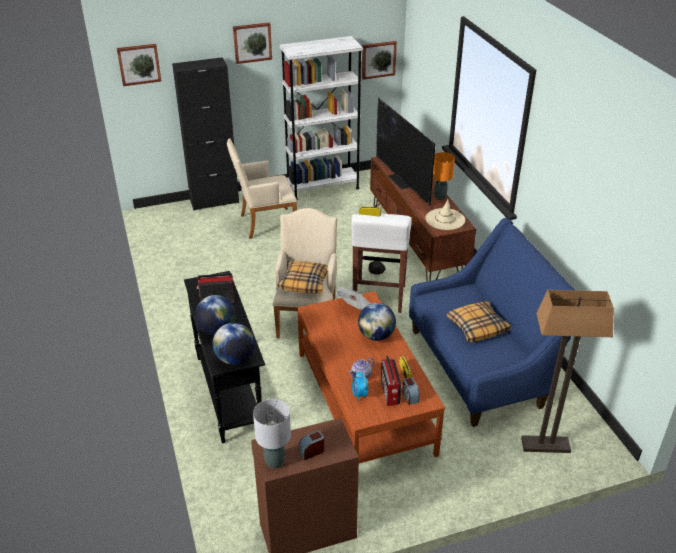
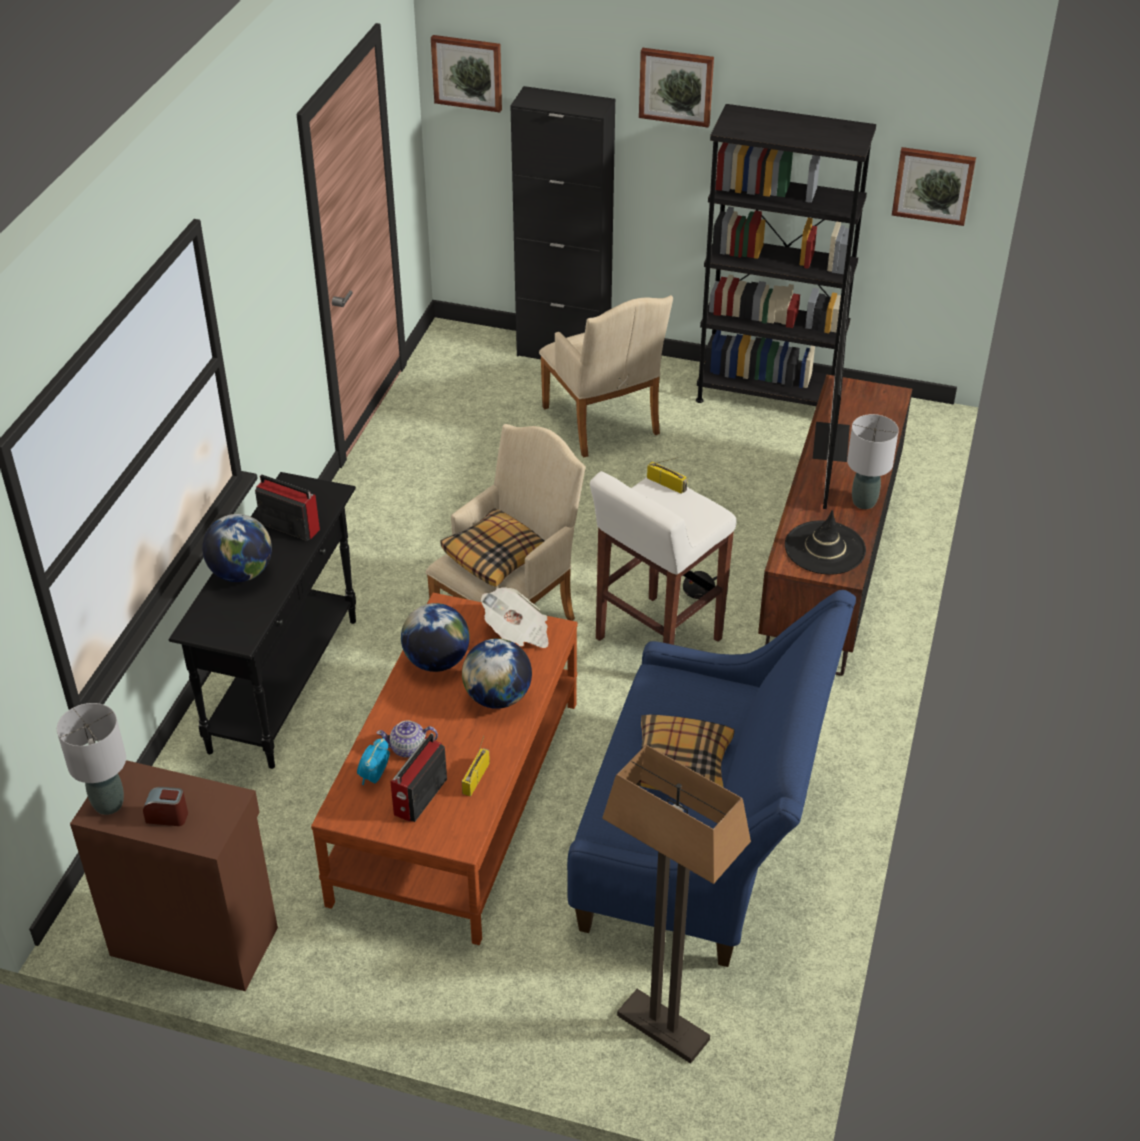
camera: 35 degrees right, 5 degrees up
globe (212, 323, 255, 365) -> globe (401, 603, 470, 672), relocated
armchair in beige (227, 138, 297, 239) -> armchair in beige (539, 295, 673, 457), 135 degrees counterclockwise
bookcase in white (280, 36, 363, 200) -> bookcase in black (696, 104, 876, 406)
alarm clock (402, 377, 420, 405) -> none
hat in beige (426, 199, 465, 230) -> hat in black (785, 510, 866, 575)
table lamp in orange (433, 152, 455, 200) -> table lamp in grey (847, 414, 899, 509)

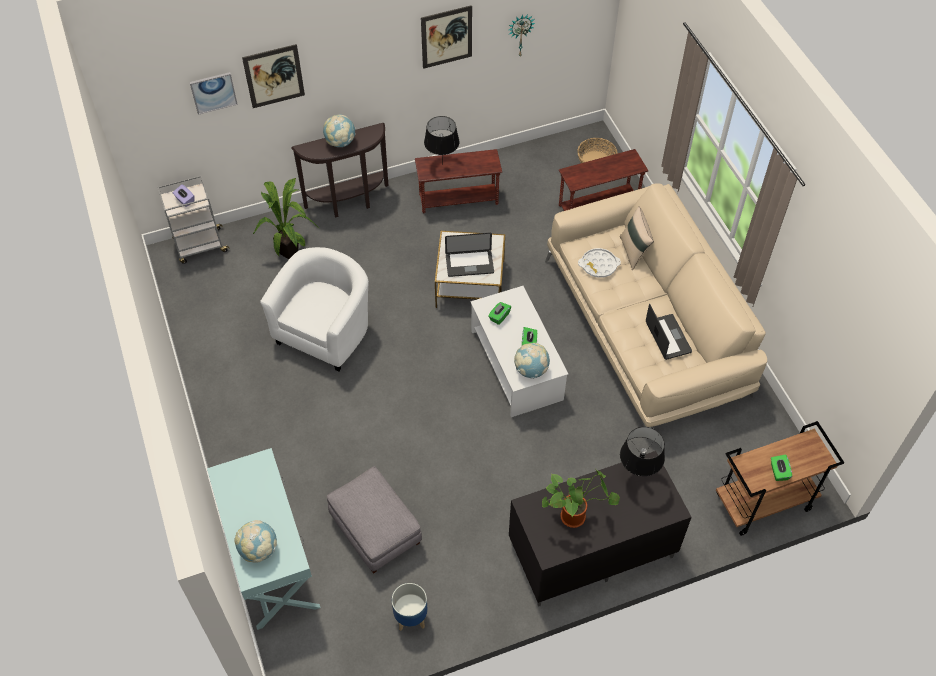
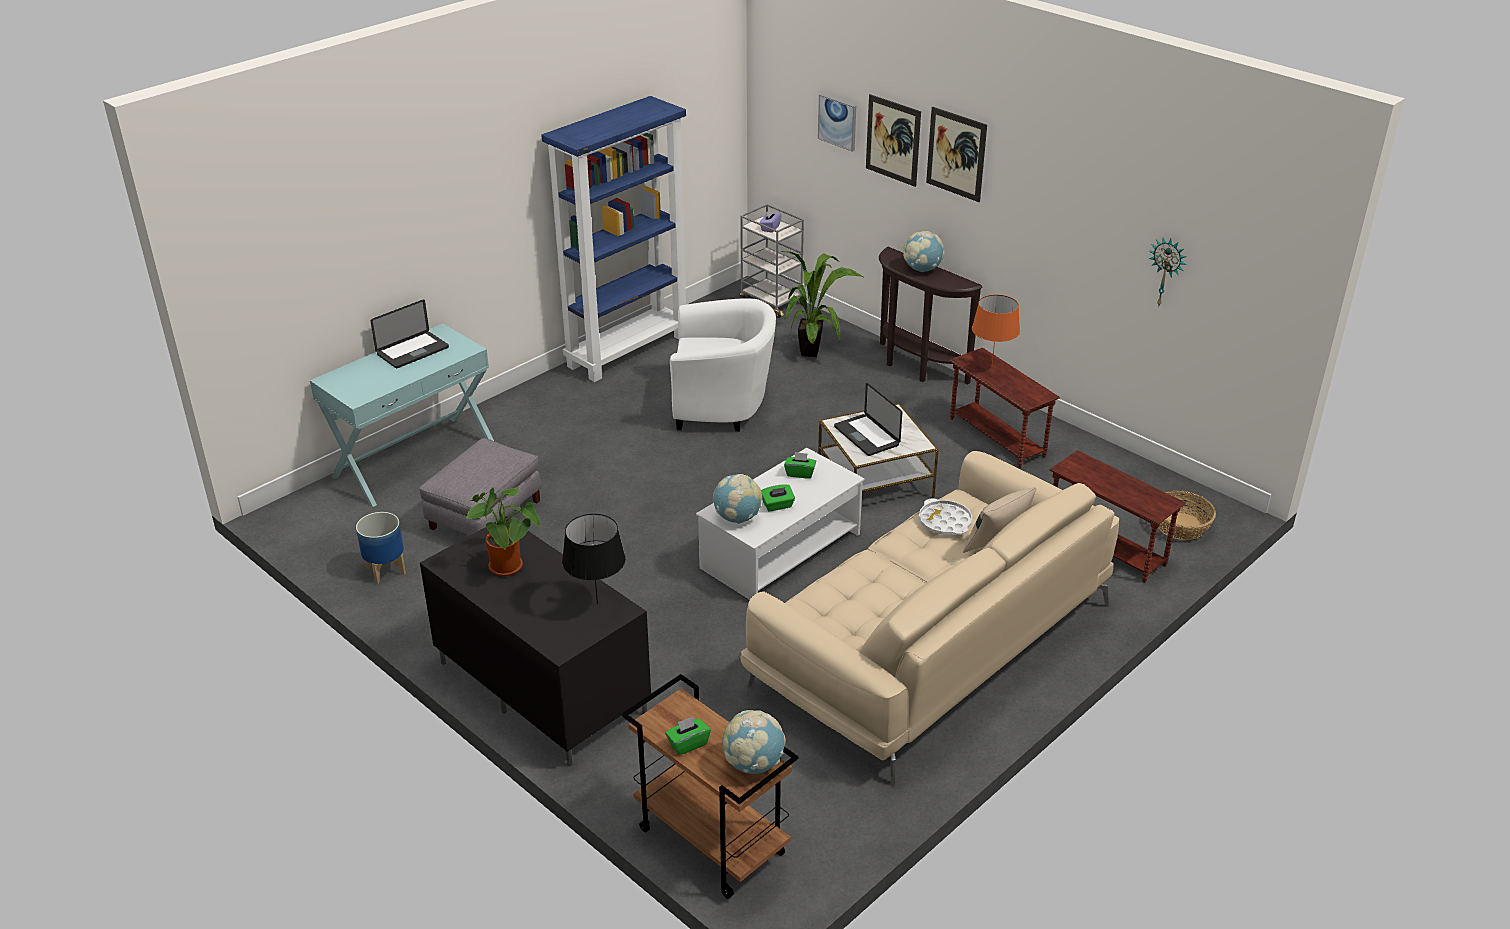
camera: 65 degrees right, 20 degrees down
globe (234, 520, 277, 563) -> globe (722, 710, 785, 774), relocated
picture (421, 5, 472, 69) -> picture (926, 107, 987, 202), relocated
table lamp in black (424, 116, 459, 165) -> table lamp in orange (972, 294, 1020, 364)
laptop (646, 304, 692, 360) -> laptop (370, 299, 449, 368), relocated
none -> bookcase in blue (541, 96, 686, 382)

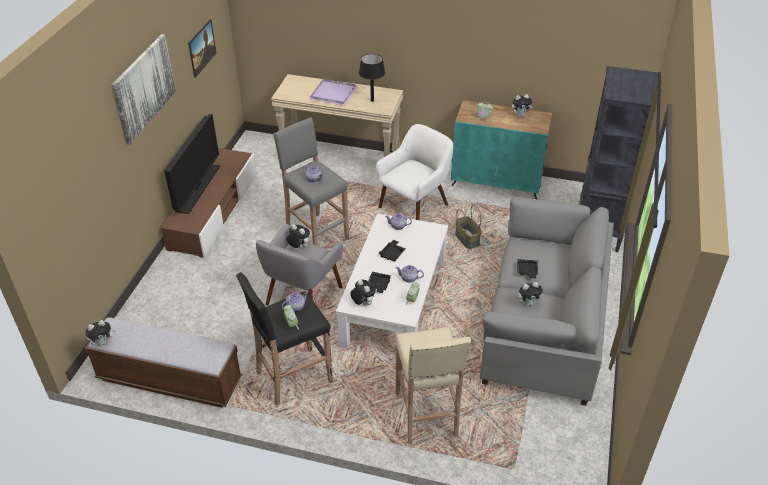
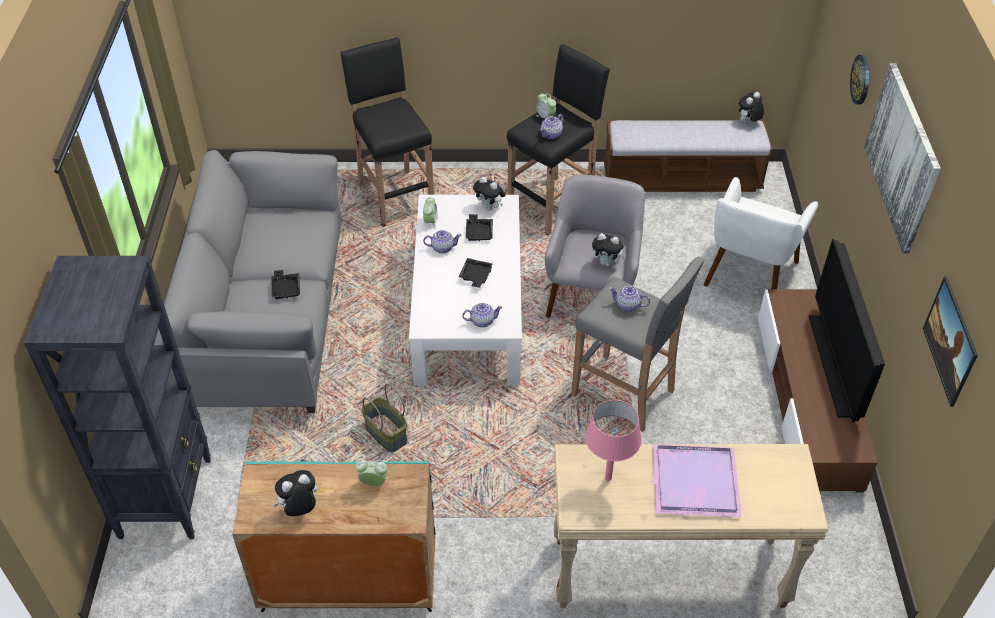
camera: 165 degrees right, 5 degrees up
table lamp in black (359, 54, 385, 102) -> table lamp in pink (585, 400, 642, 481)
armchair in white (376, 124, 453, 220) -> armchair in white (704, 177, 818, 289), relocated
stool in beige (395, 327, 471, 444) -> stool in black (340, 37, 434, 227)
plush toy (518, 282, 543, 306) -> none
none -> wall clock (850, 55, 870, 104)

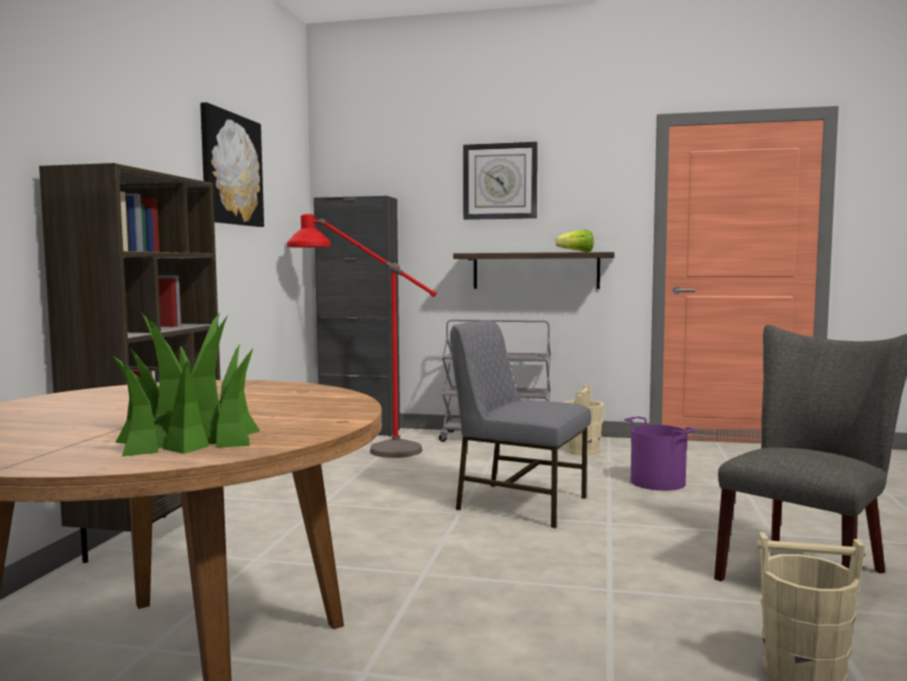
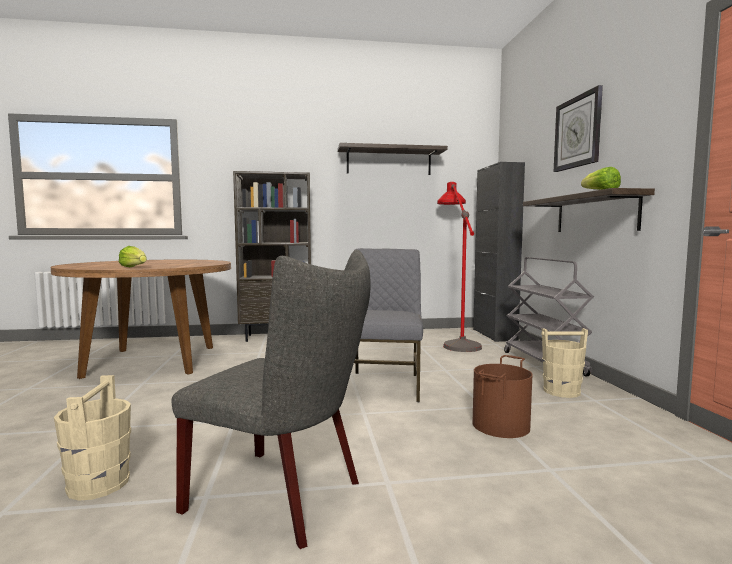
camera: 70 degrees right, 0 degrees up
potted plant (113, 312, 260, 456) -> none
picture (200, 102, 264, 227) -> shelf (337, 143, 448, 175)
bucket in purple (624, 416, 696, 491) -> bucket in brown (473, 355, 533, 438)
none -> lettuce (119, 246, 147, 267)

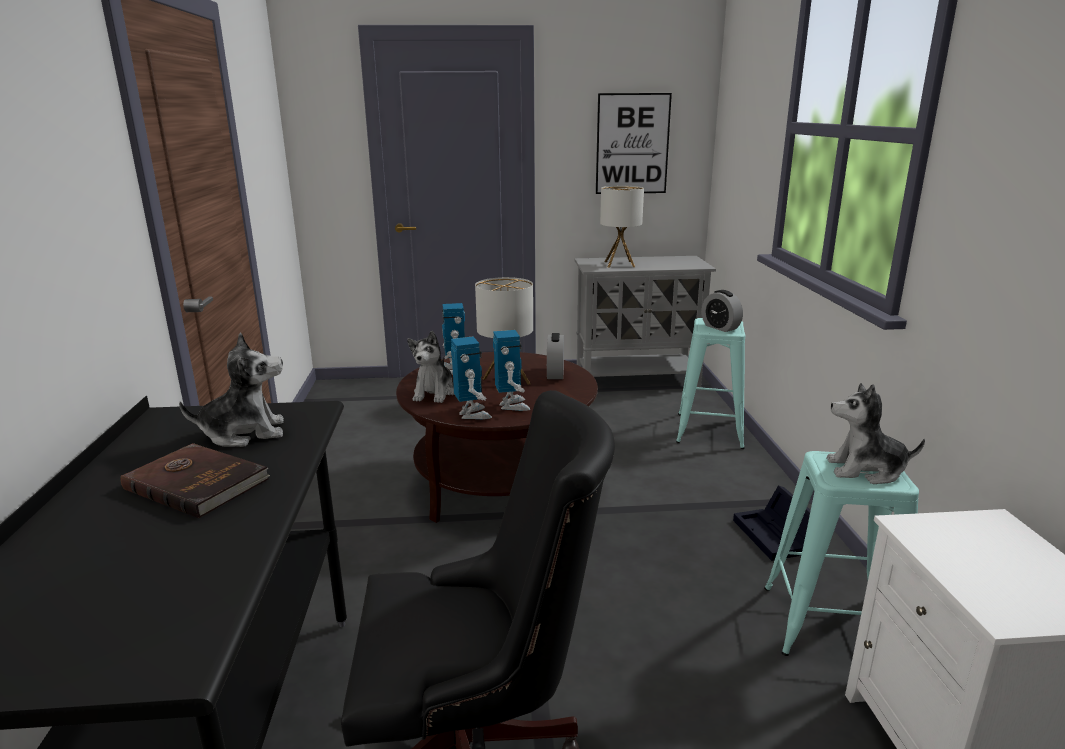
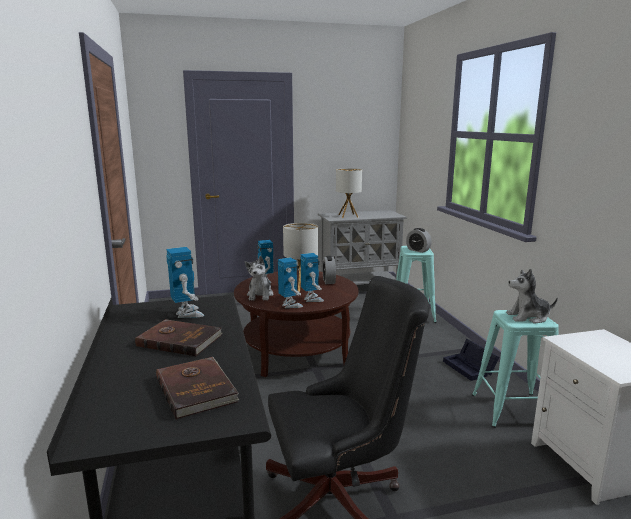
camera: 10 degrees left, 5 degrees down
plush toy (179, 332, 284, 447) -> toy robot (166, 247, 204, 318)
picture (596, 93, 672, 194) -> none
none -> book in brown (156, 357, 239, 420)

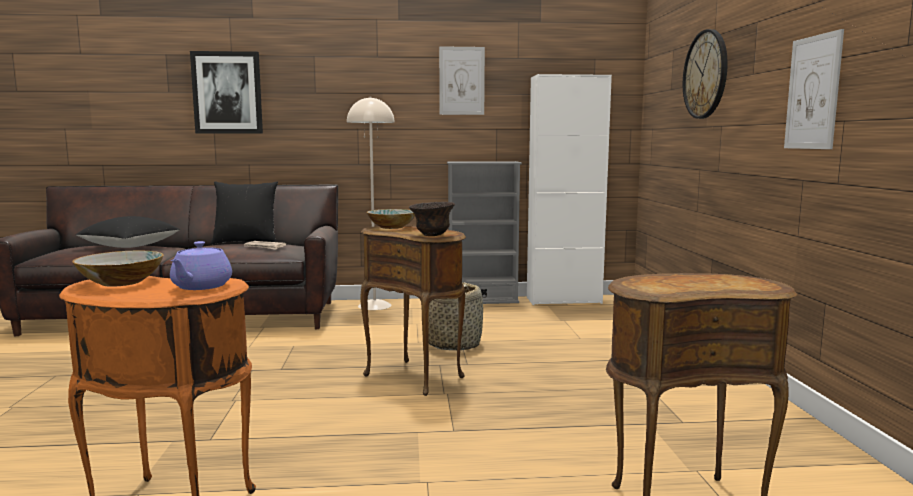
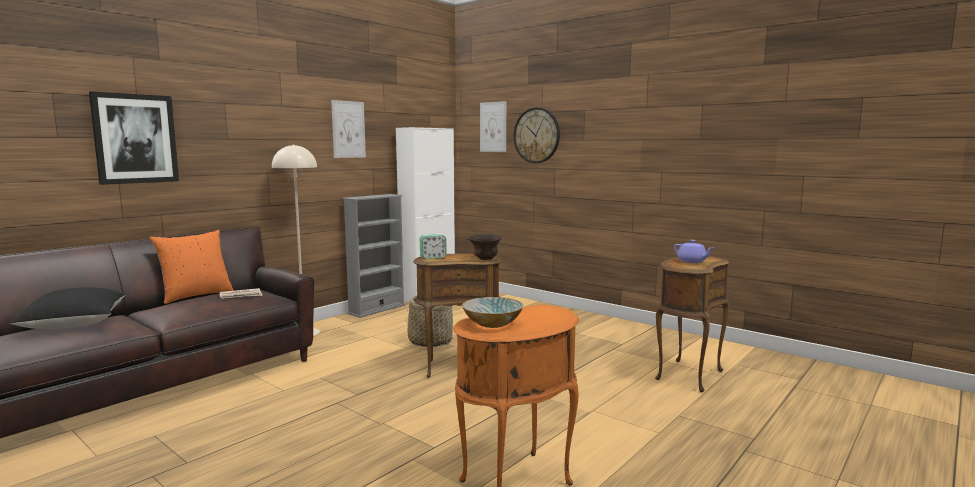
camera: 45 degrees left, 0 degrees up
teapot in purple (170, 241, 232, 290) -> teapot in purple (674, 240, 713, 263), relocated
pillow in black (211, 182, 278, 244) -> pillow in orange (150, 230, 234, 304)
bowl (367, 209, 415, 229) -> alarm clock (420, 234, 447, 259)
picture (784, 29, 844, 149) -> picture (480, 101, 506, 152), relocated

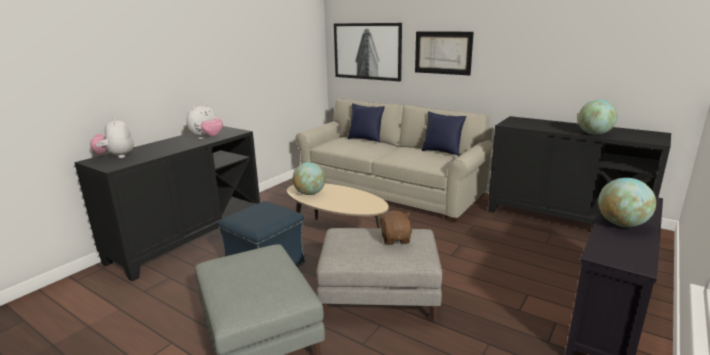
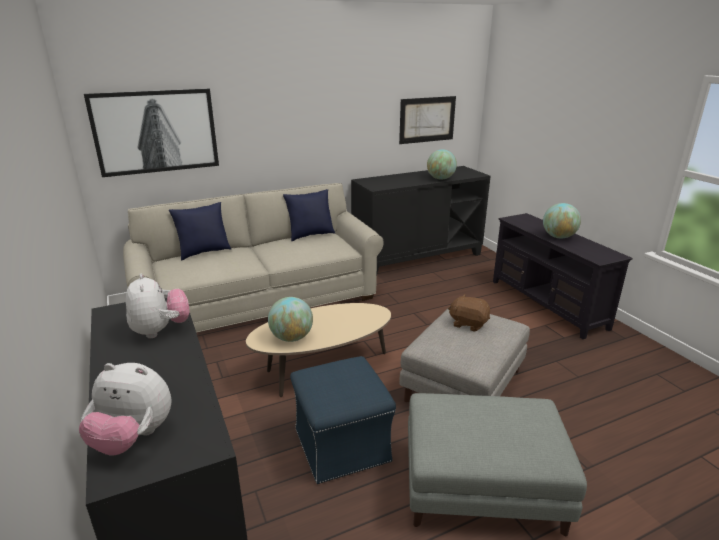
camera: 60 degrees left, 5 degrees up
picture (415, 32, 474, 75) -> picture (399, 96, 456, 144), relocated

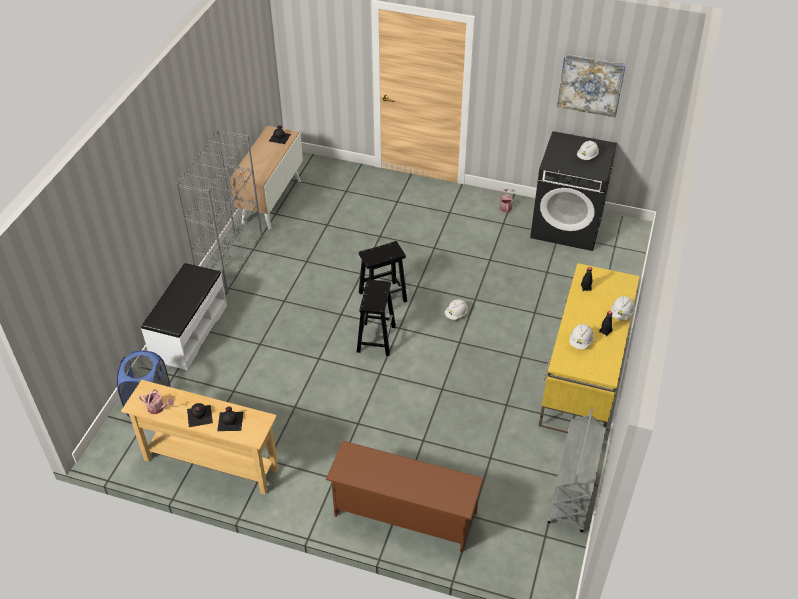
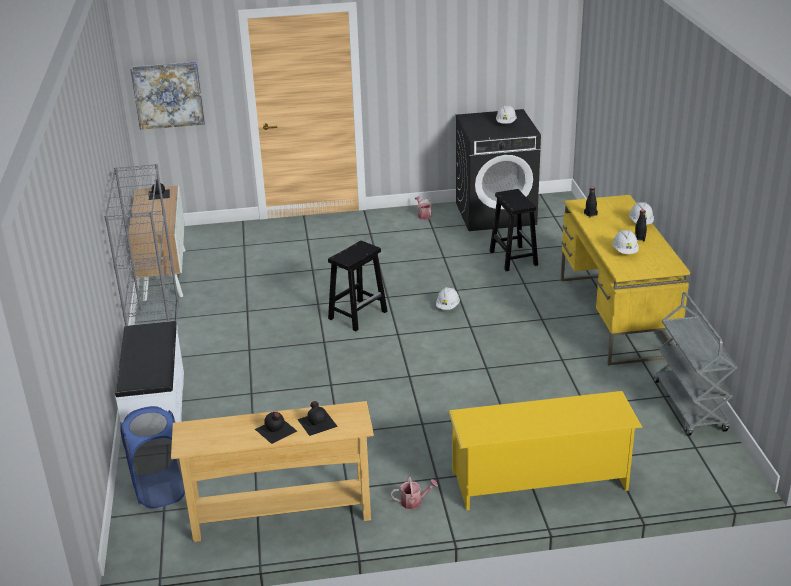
camera: 25 degrees left, 15 degrees down
watering can (139, 389, 174, 414) -> watering can (391, 477, 438, 509), relocated
shoe rack in brown (326, 441, 484, 552) -> shoe rack in yellow (448, 391, 642, 510)
stool in black (357, 279, 396, 356) -> stool in black (489, 189, 538, 271), relocated
picture (557, 54, 626, 118) -> picture (130, 62, 205, 130), relocated

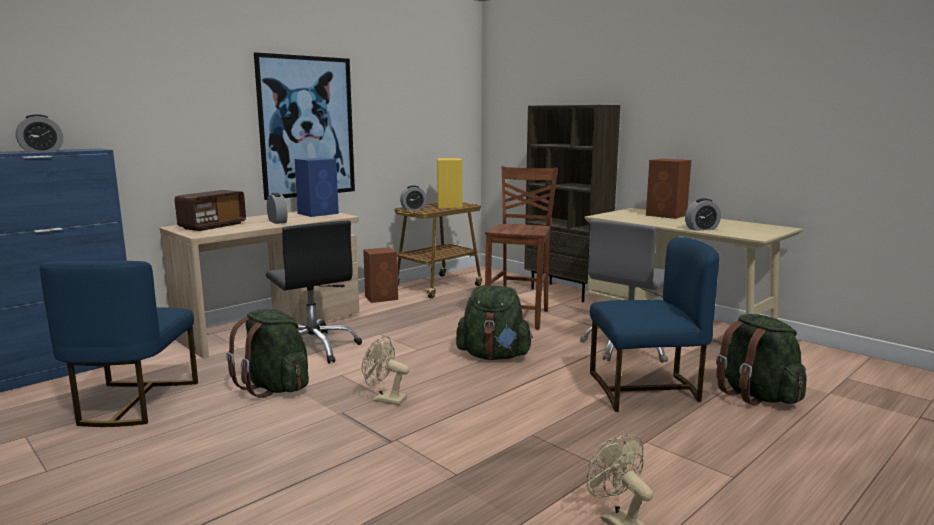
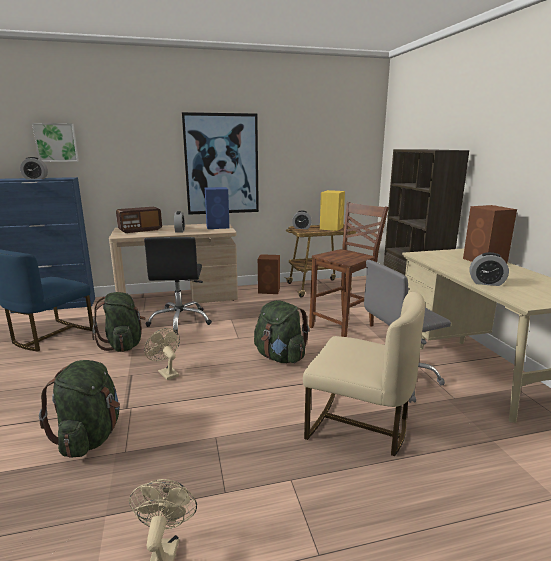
camera: 30 degrees right, 5 degrees up
chair in blue (590, 237, 720, 412) -> chair in beige (303, 292, 425, 456)
backpack in green (716, 314, 807, 405) -> backpack in green (39, 360, 120, 458), relocated
none -> picture (32, 123, 79, 162)

